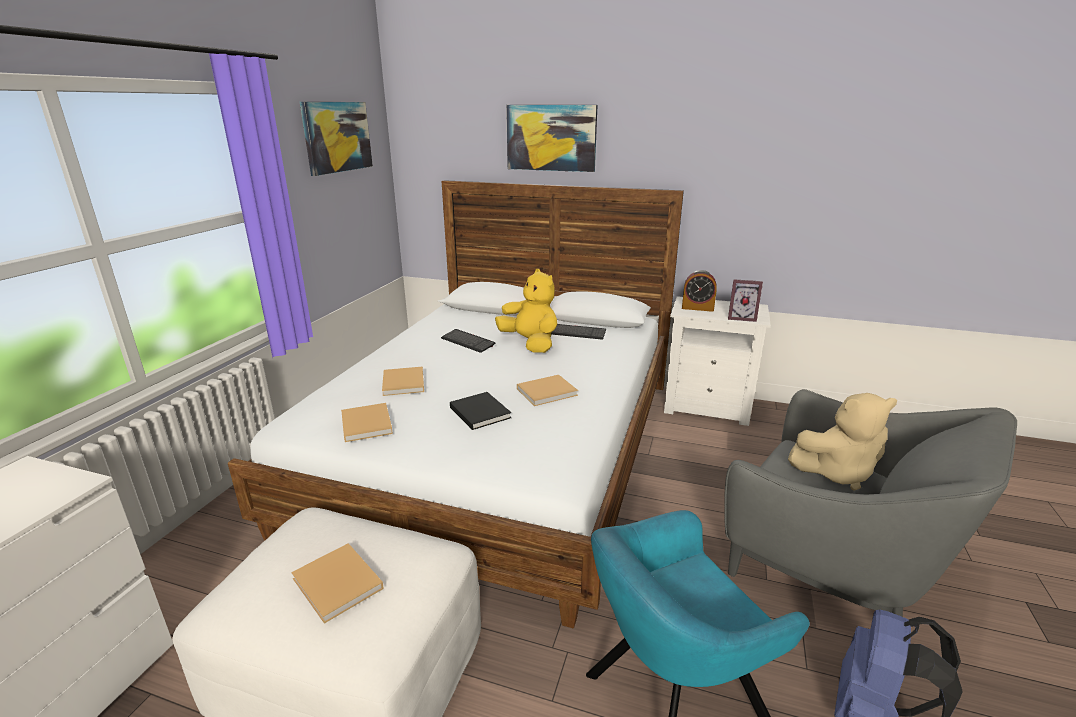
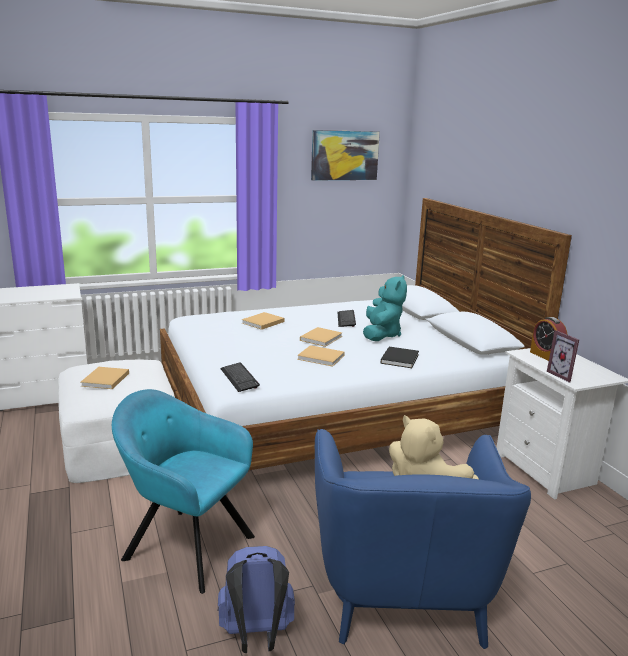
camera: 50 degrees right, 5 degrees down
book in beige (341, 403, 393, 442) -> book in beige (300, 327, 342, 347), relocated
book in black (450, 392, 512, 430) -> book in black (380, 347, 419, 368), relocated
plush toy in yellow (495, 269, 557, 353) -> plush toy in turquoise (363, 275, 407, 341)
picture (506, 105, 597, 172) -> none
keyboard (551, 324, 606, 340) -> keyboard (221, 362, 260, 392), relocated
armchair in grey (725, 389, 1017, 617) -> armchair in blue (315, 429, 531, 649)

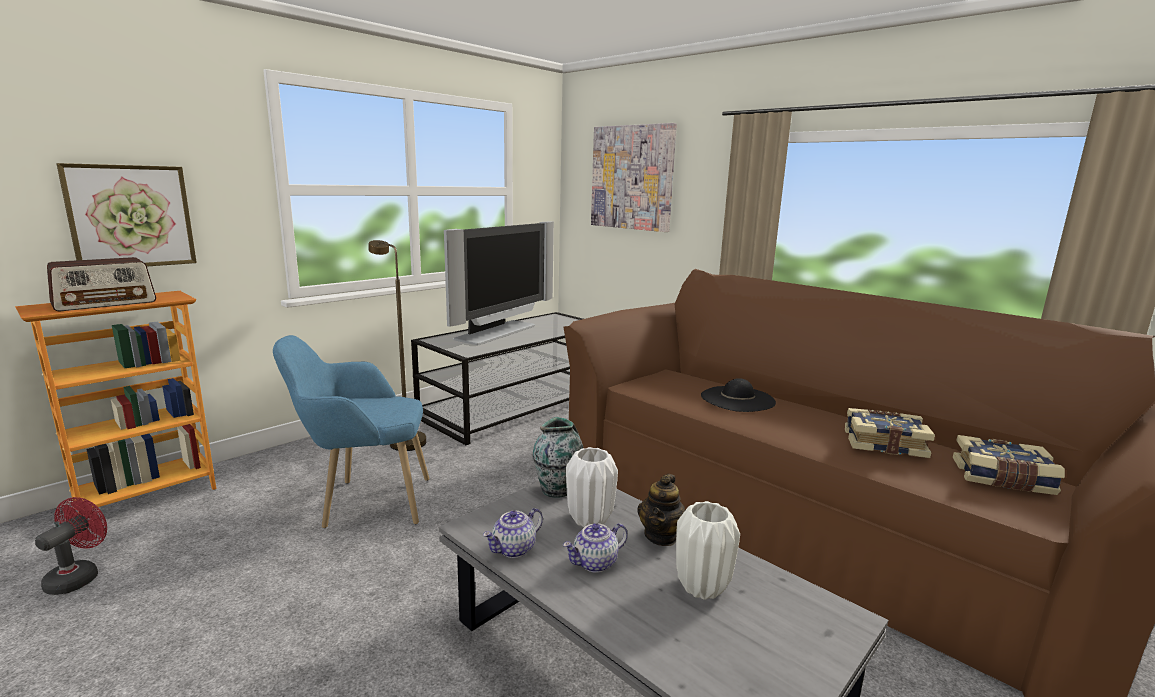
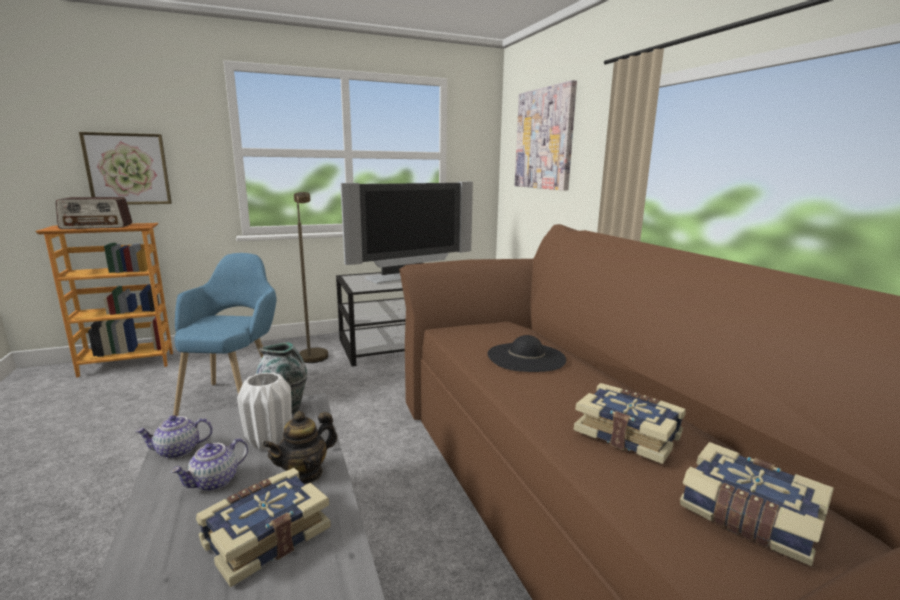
camera: 25 degrees right, 0 degrees up
fan in red (35, 497, 107, 595) -> none
armchair in blue (273, 335, 429, 528) -> armchair in blue (173, 253, 276, 416), 75 degrees clockwise
teapot (563, 523, 628, 573) -> teapot (171, 438, 248, 491), 45 degrees counterclockwise
vase in white (676, 501, 740, 600) -> book (196, 468, 331, 587)

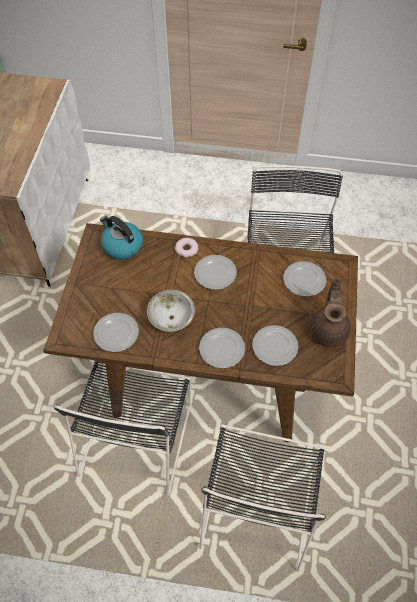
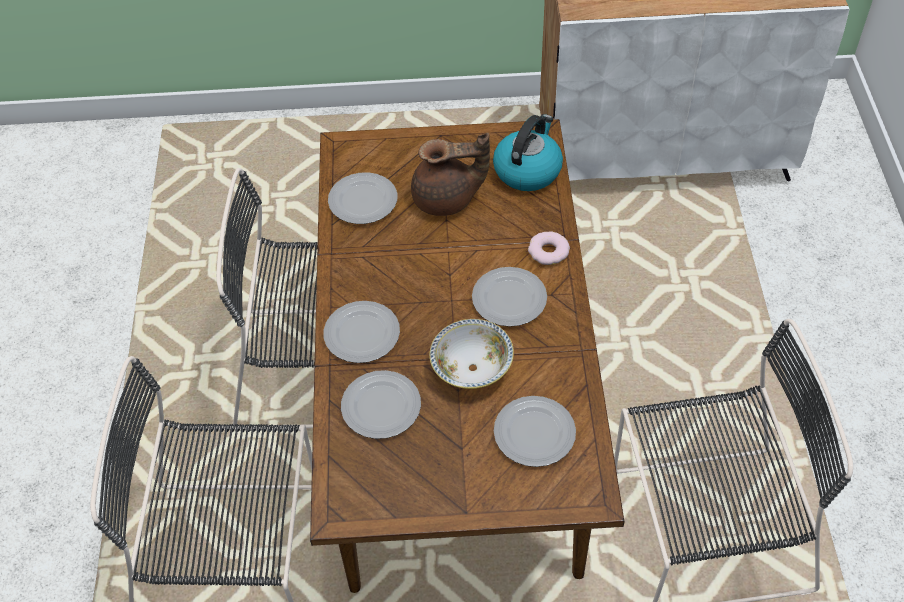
camera: 80 degrees right, 5 degrees down
bowl (147, 290, 195, 332) -> bowl (429, 319, 514, 389), relocated
teapot in brown (310, 277, 351, 347) -> teapot in brown (411, 133, 490, 216), relocated

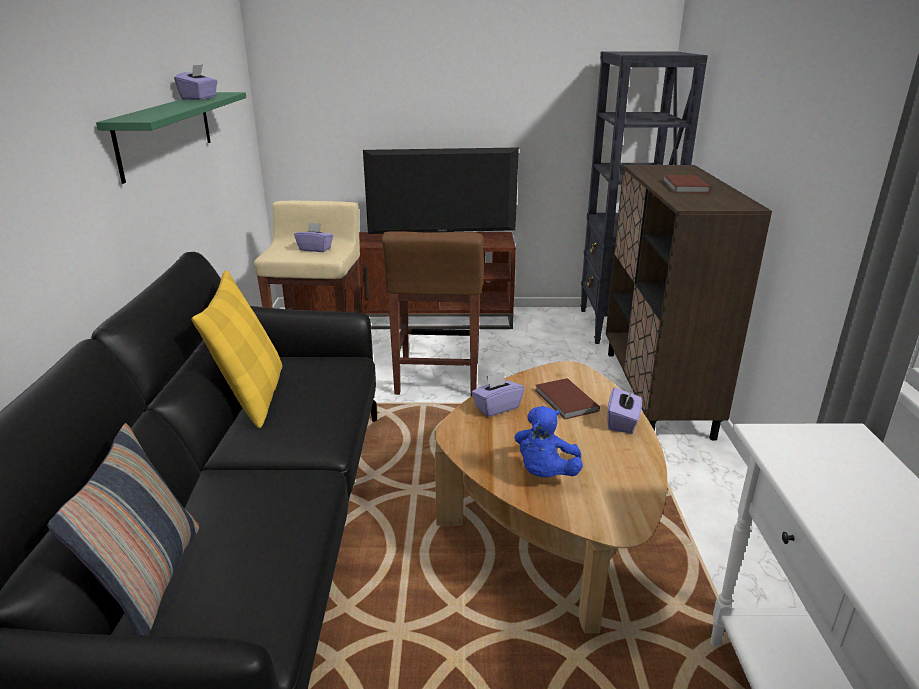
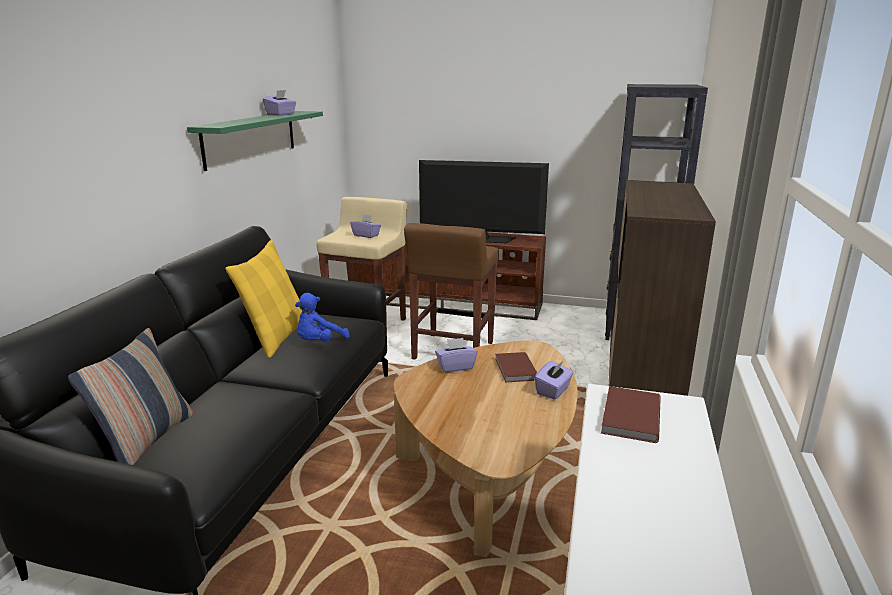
camera: 15 degrees right, 5 degrees down
plush toy in blue (514, 406, 583, 477) -> plush toy in blue (295, 293, 350, 342), relocated
book in brown (663, 175, 711, 193) -> book in brown (601, 386, 661, 443), relocated

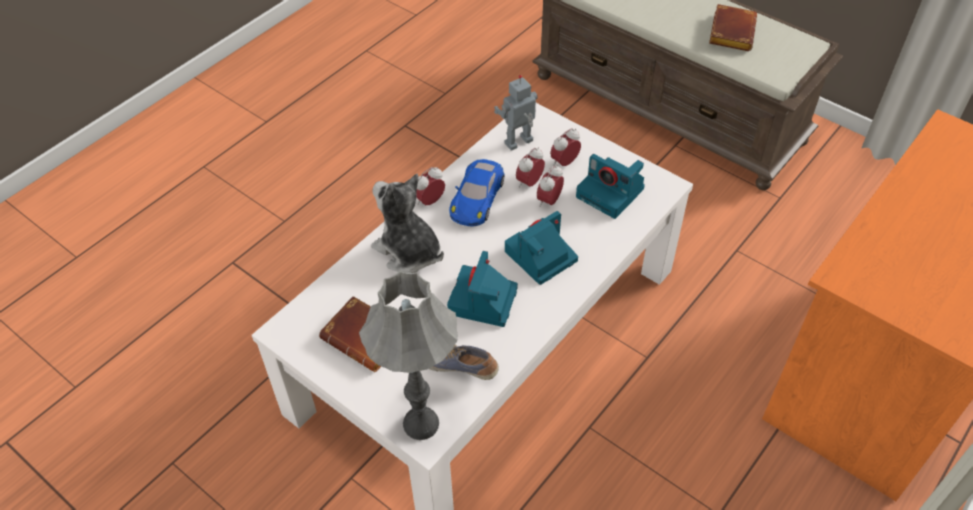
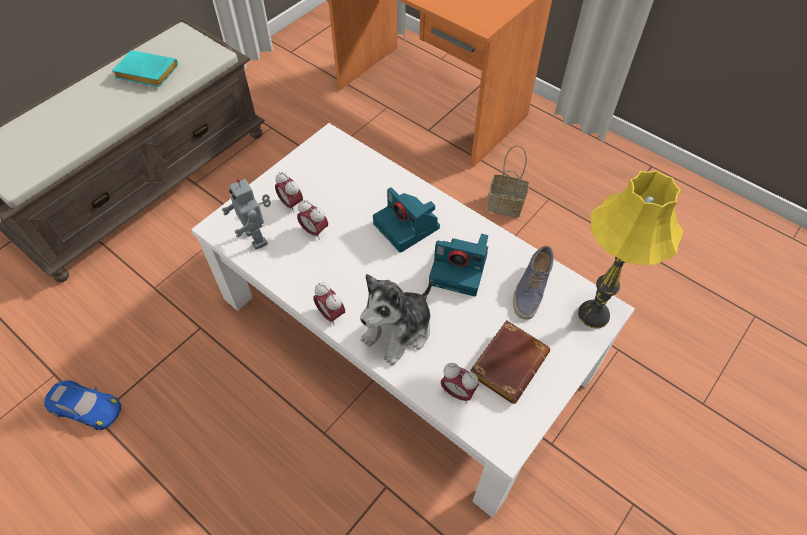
camera: 90 degrees left, 5 degrees up
table lamp in grey (359, 271, 458, 440) -> table lamp in yellow (578, 170, 684, 328)
toy car in blue (449, 159, 505, 227) -> toy car in blue (44, 380, 121, 430), relocated
alarm clock (537, 165, 564, 207) -> alarm clock (440, 363, 479, 403), relocated
photo camera (576, 154, 645, 219) -> none
book in brown (709, 4, 757, 51) -> book in turquoise (112, 50, 178, 87)
none -> basket (487, 145, 529, 218)

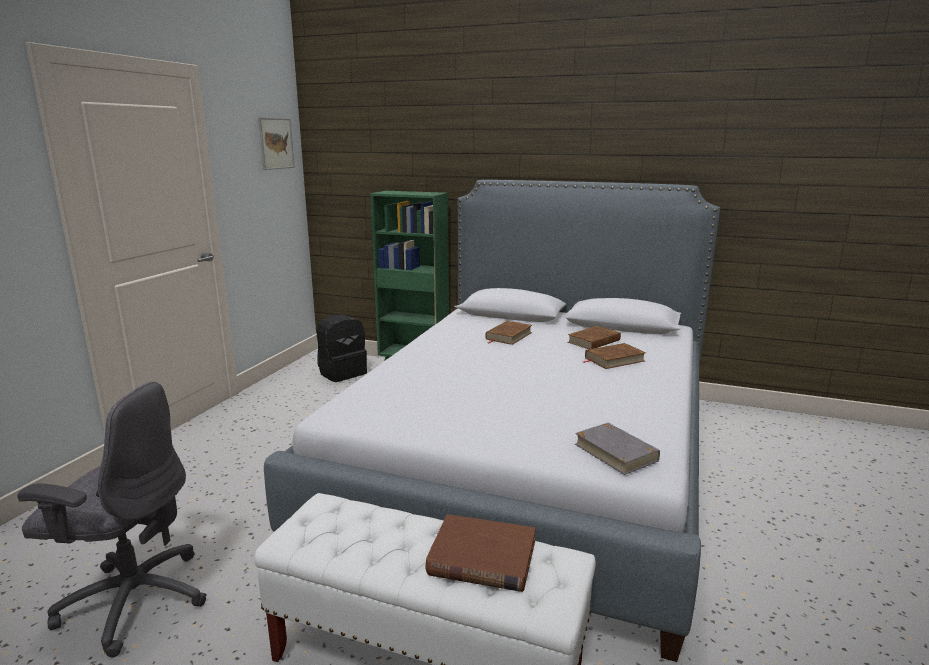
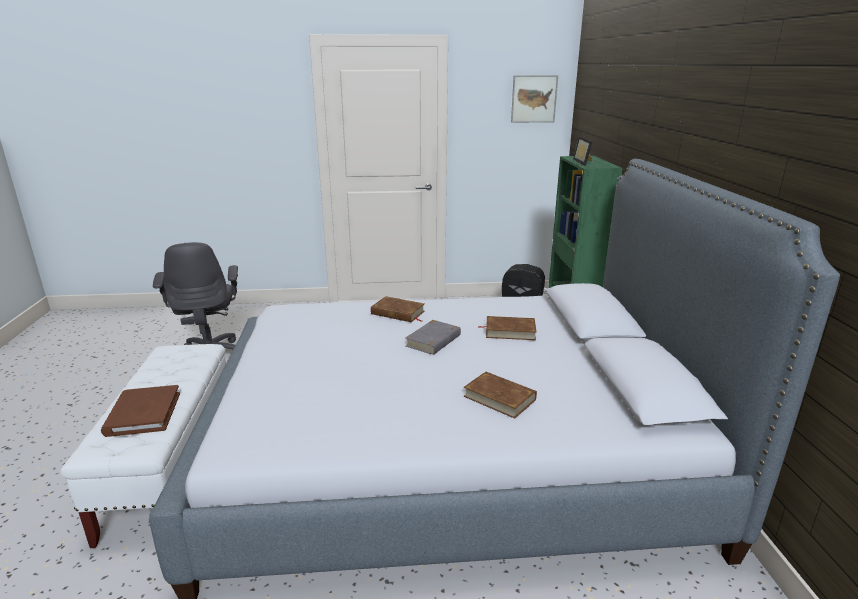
camera: 65 degrees right, 5 degrees up
book in brown (567, 326, 621, 349) -> book in brown (371, 296, 425, 322), relocated
book in grey (575, 423, 660, 475) -> book in grey (406, 320, 461, 355), relocated
none -> picture frame (573, 136, 593, 166)

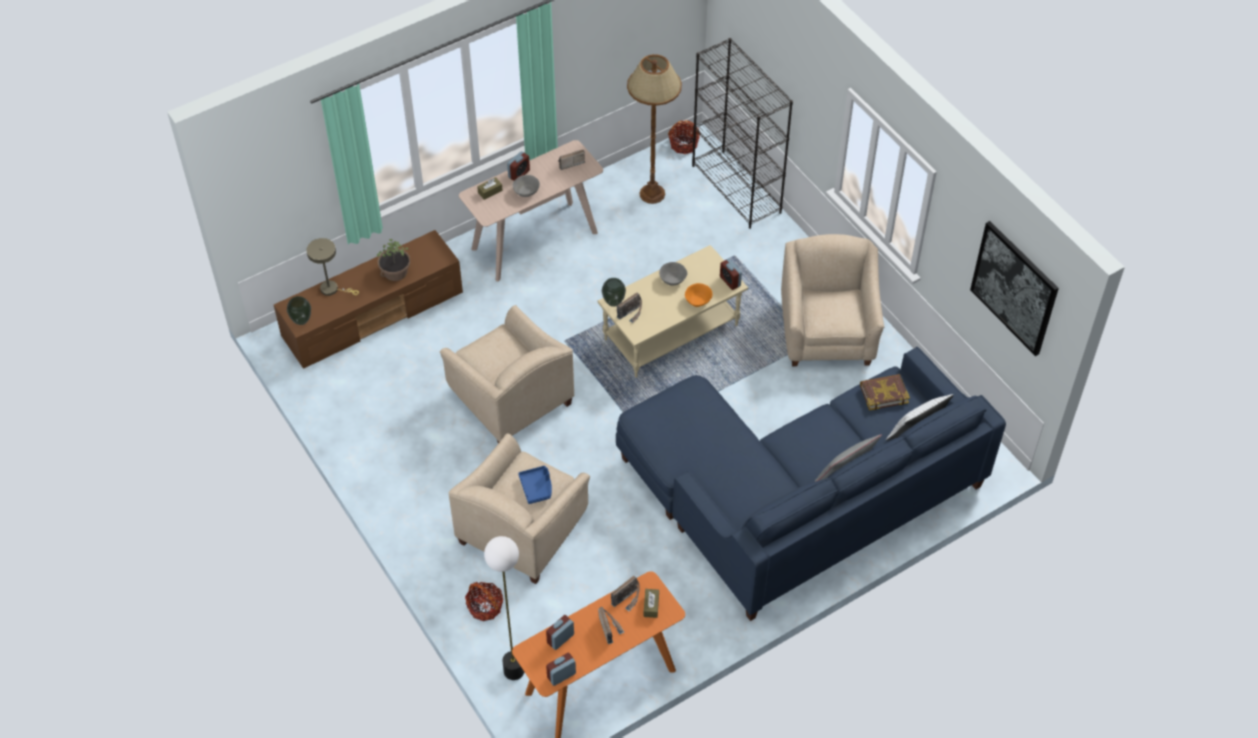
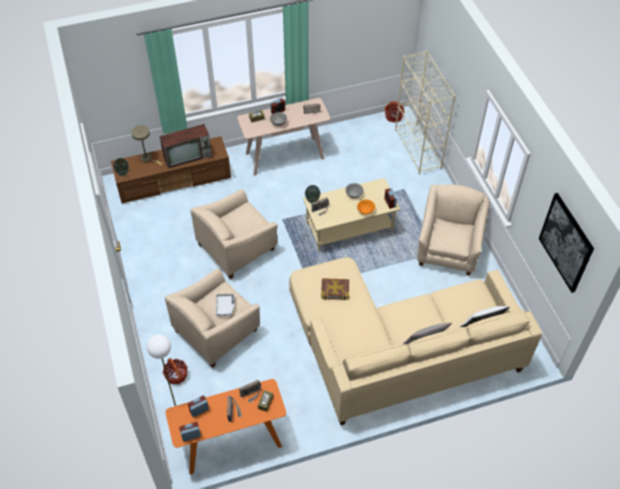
camera: 15 degrees right, 0 degrees up
potted plant (377, 239, 410, 281) -> television (160, 124, 212, 169)
armchair in beige (440, 305, 574, 443) -> armchair in beige (191, 189, 278, 279), 75 degrees clockwise
tray in blue (518, 466, 552, 504) -> tray in grey (216, 294, 235, 316)
sofa in blue (616, 347, 1006, 621) -> sofa in beige (289, 257, 542, 425)
floor lamp in brown (627, 54, 682, 204) -> none
bookcase in black (692, 38, 793, 229) -> bookcase in beige (395, 51, 456, 175)
book (860, 374, 910, 411) -> book (321, 278, 349, 300), relocated

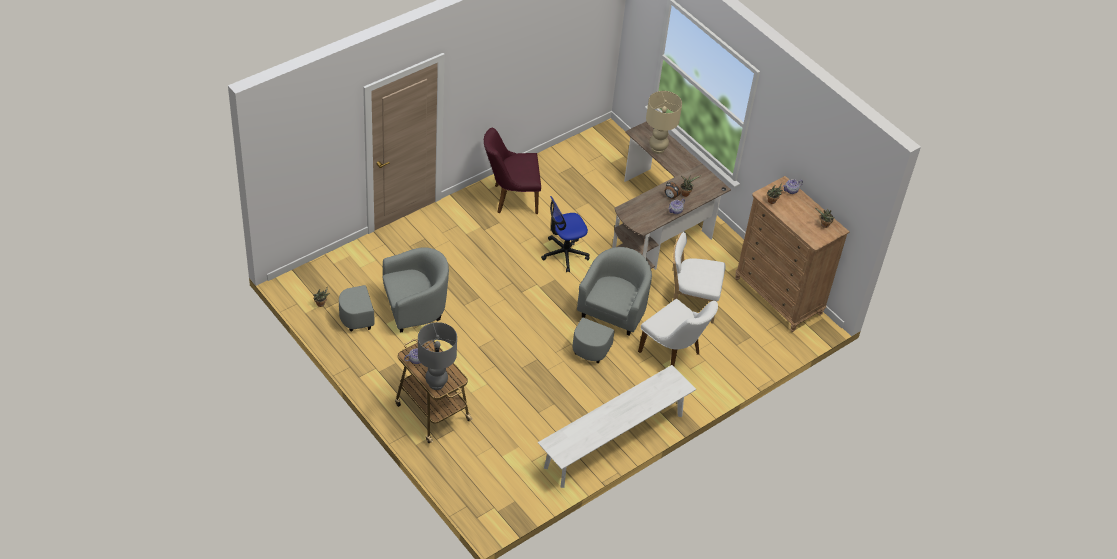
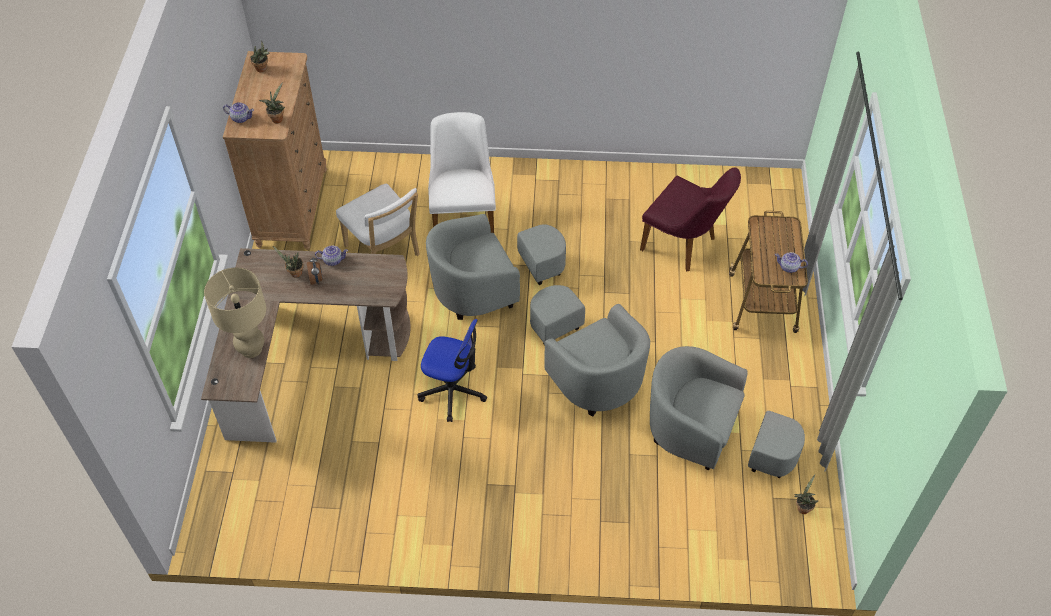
camera: 135 degrees left, 5 degrees up
table lamp in grey (418, 322, 457, 390) -> none
chair in purple (484, 128, 541, 214) -> chair in purple (640, 168, 741, 271), relocated
bench in white (538, 365, 696, 488) -> none
none -> armchair in grey (530, 285, 650, 416)

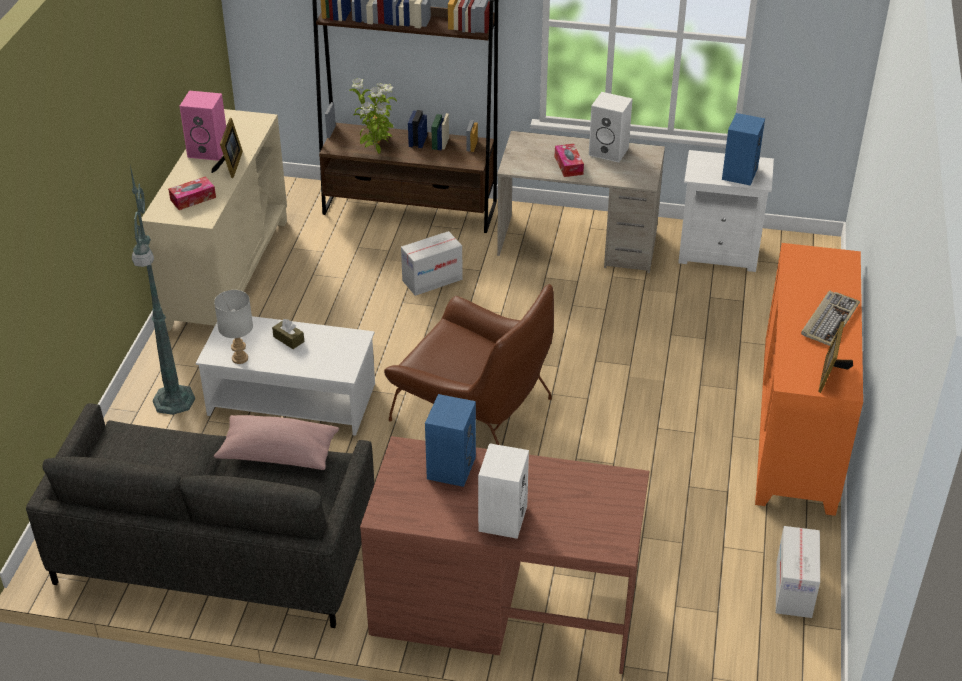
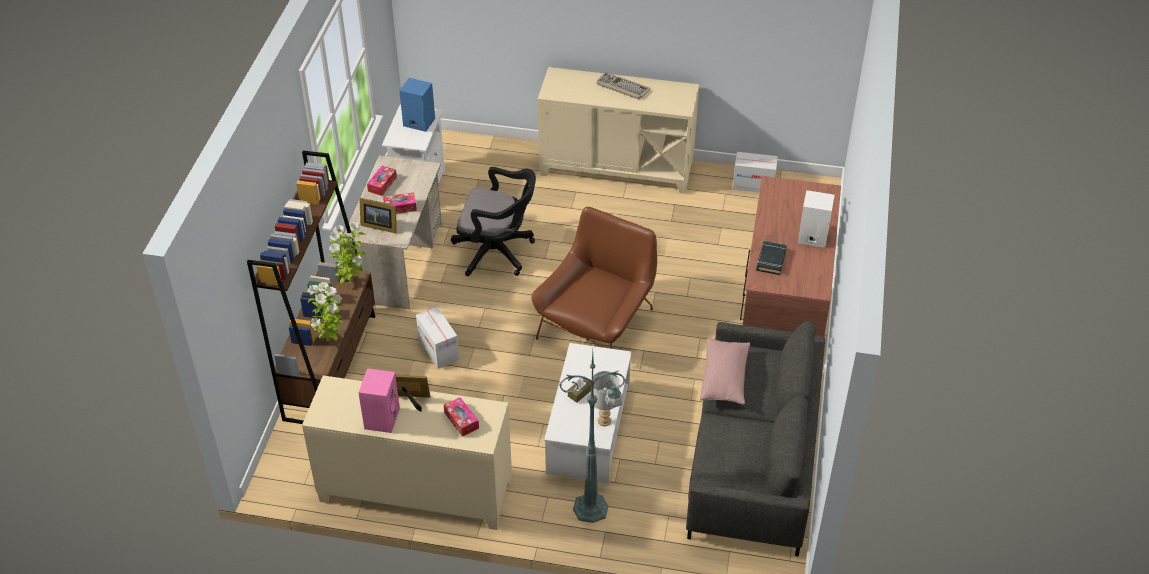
camera: 90 degrees left, 5 degrees up
speaker in blue (425, 394, 476, 487) -> book in black (756, 241, 787, 275)
speaker in white (589, 92, 633, 162) -> tissue box (367, 166, 397, 196)
cabinet in orange (755, 243, 863, 516) -> cabinet in beige (538, 67, 699, 194)
picture frame (818, 321, 853, 393) -> picture frame (359, 198, 397, 233), relocated
none -> potted plant (328, 222, 366, 284)
none -> office chair in black (451, 167, 536, 276)

